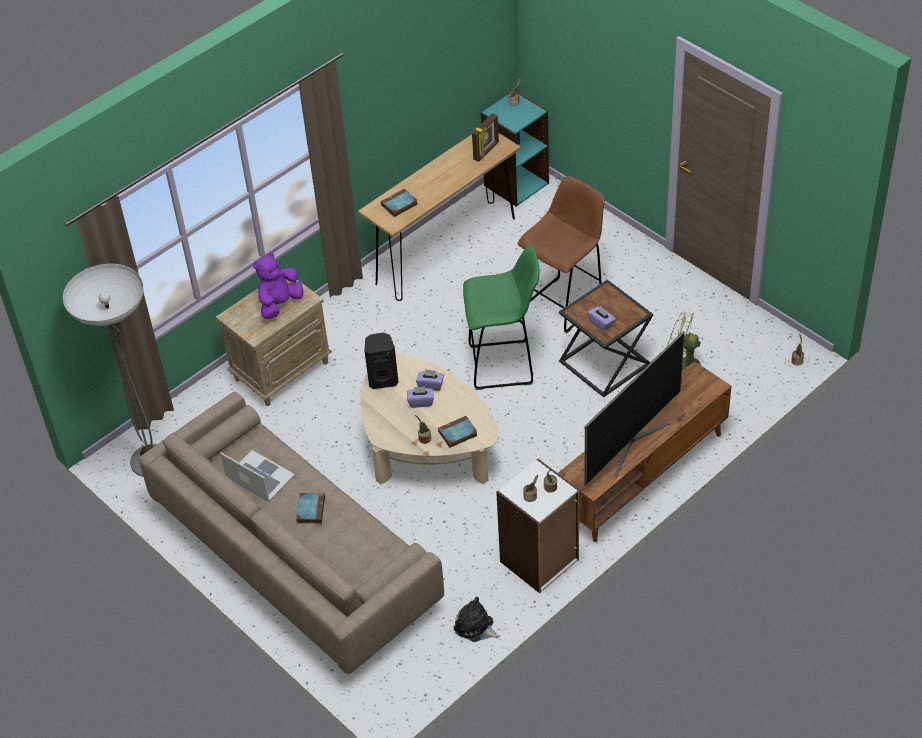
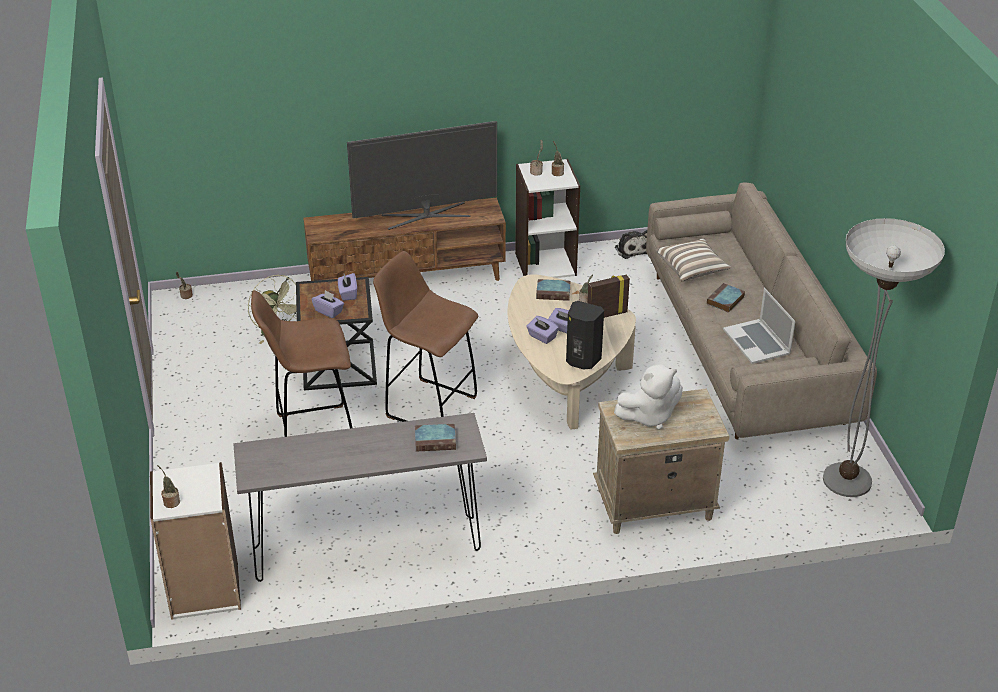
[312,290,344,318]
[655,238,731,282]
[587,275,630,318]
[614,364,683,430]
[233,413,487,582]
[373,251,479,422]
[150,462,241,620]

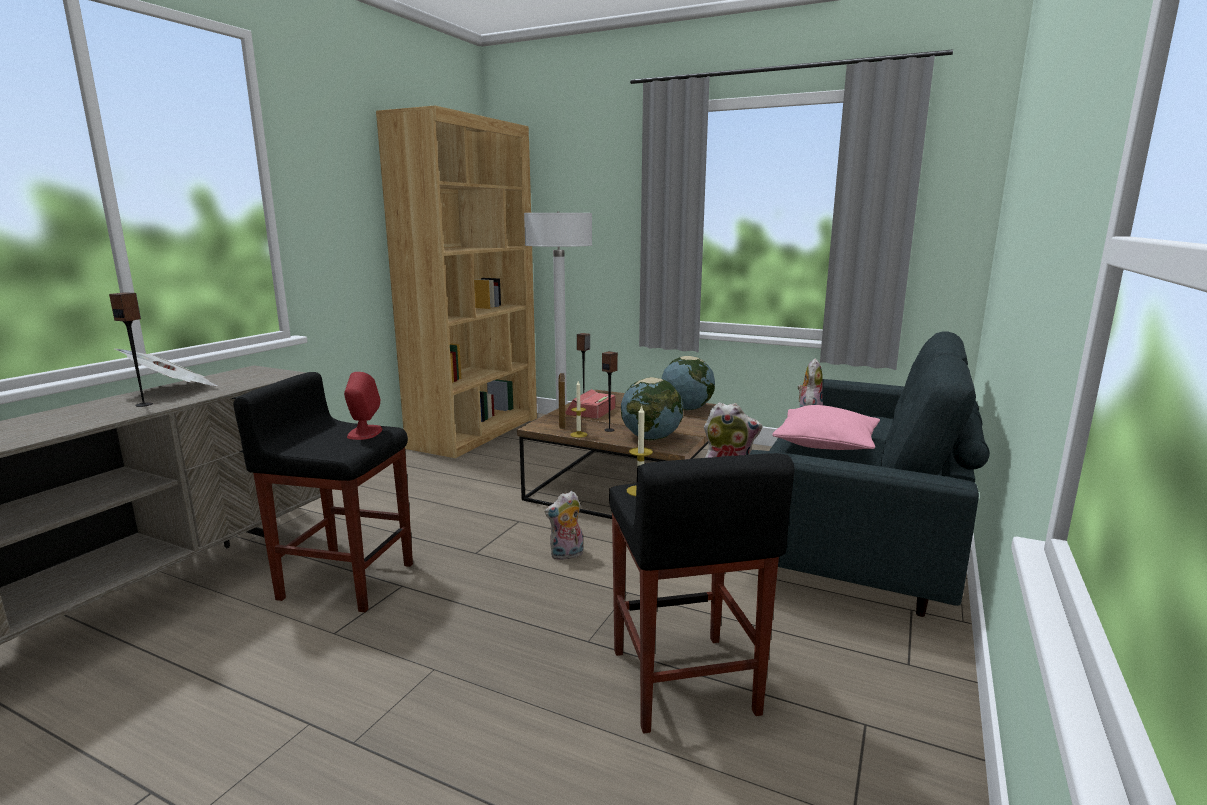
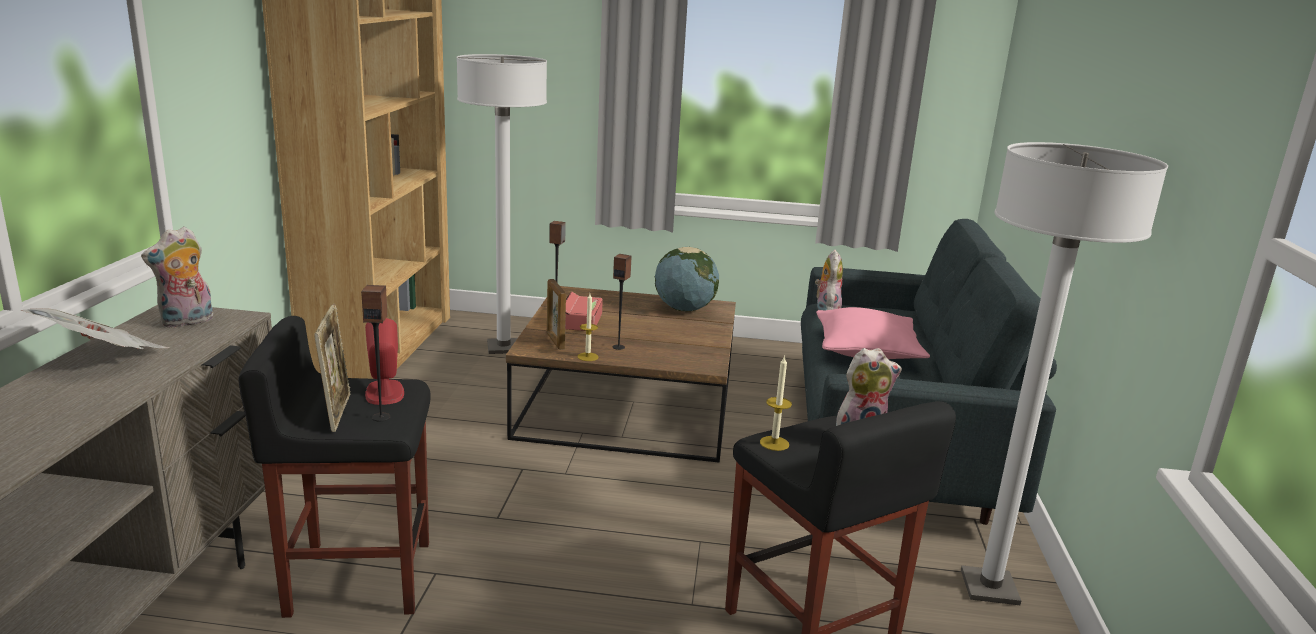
[621,377,683,441] (first image)
[314,304,351,432]
[961,142,1168,605]
[361,285,390,421]
[141,227,213,328]

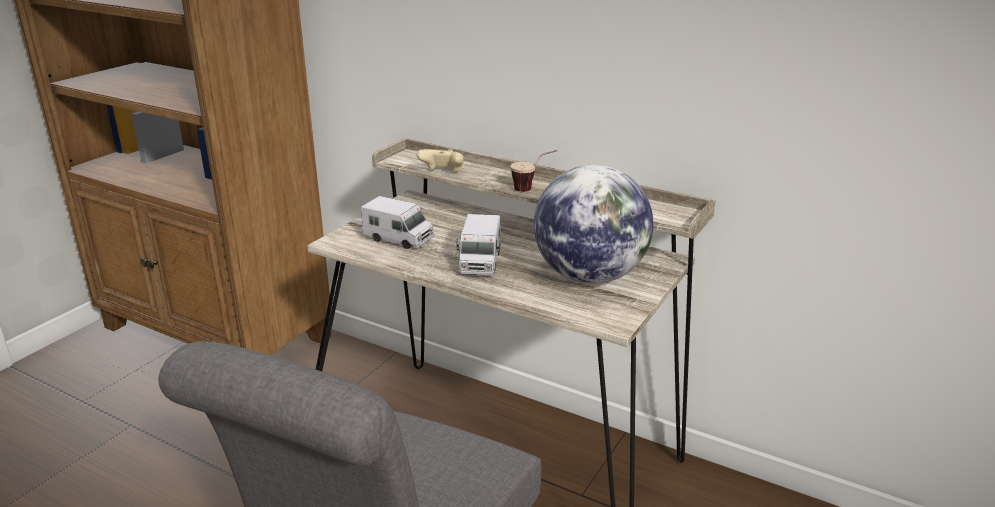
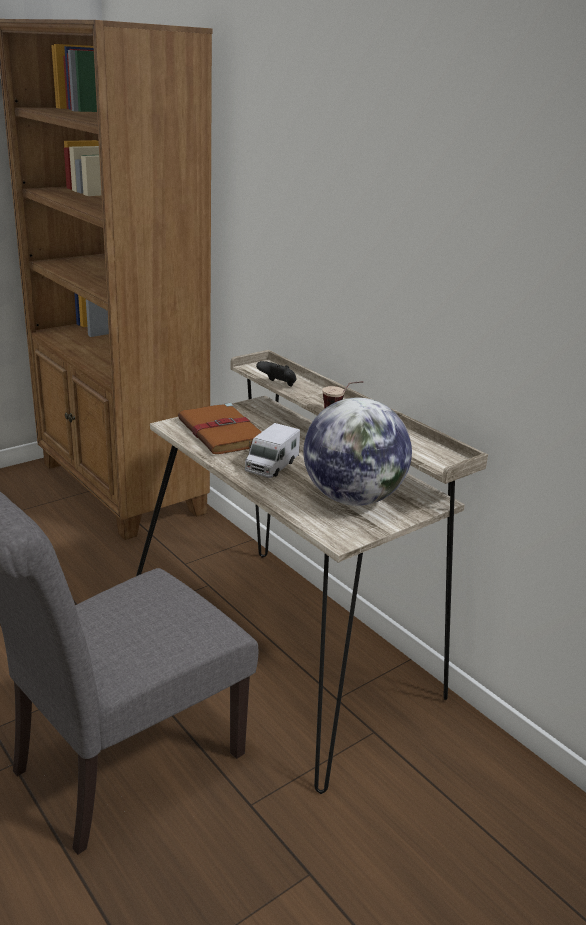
[178,403,261,454]
[256,361,296,387]

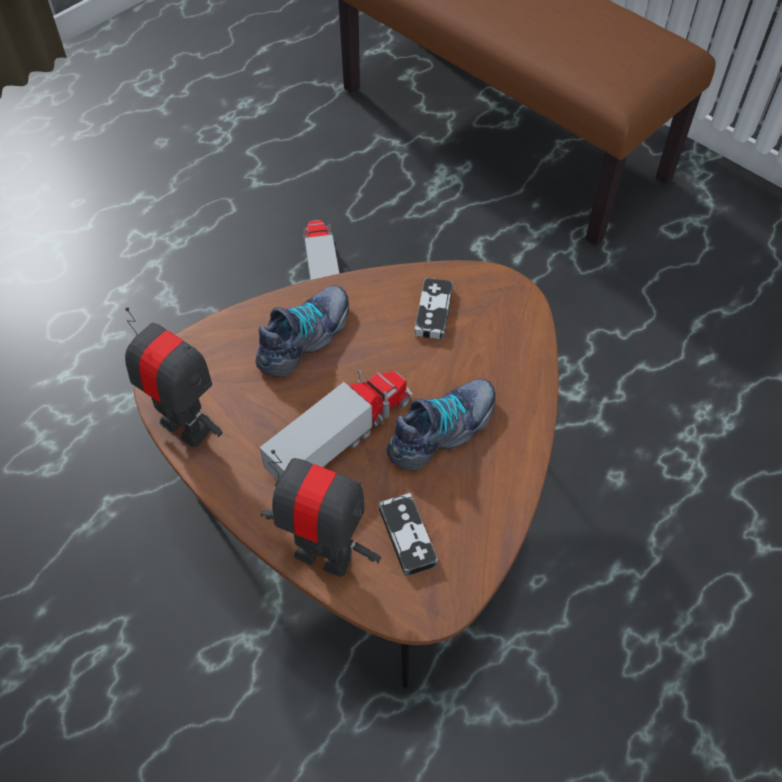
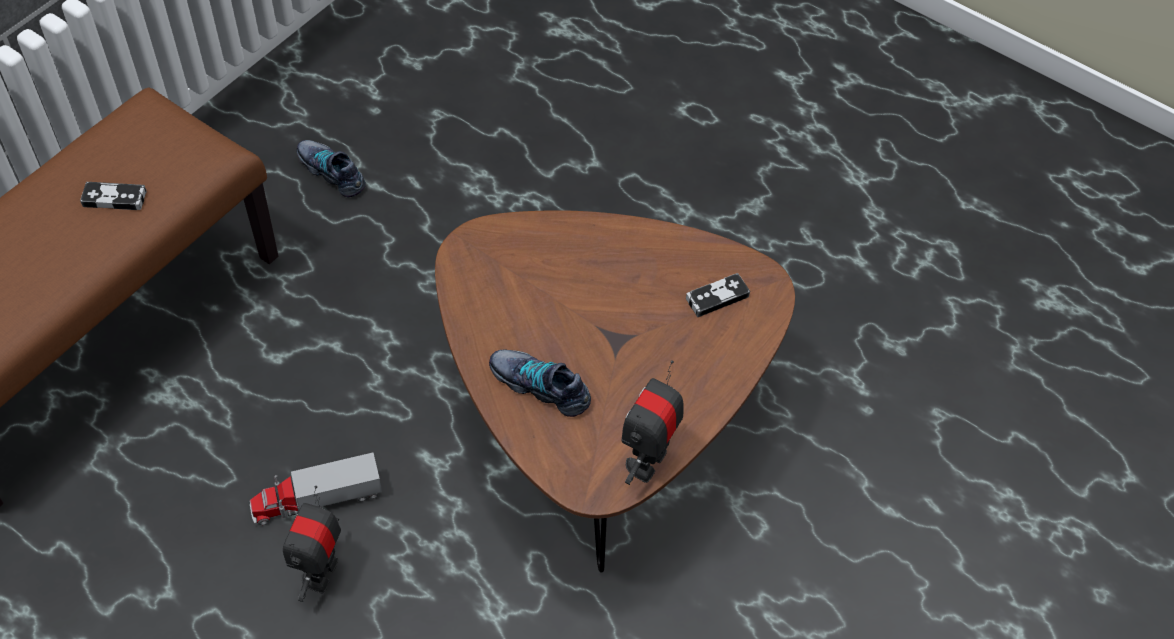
[260,370,412,480] (first image)
[283,486,341,602]
[296,140,366,198]
[80,182,147,210]

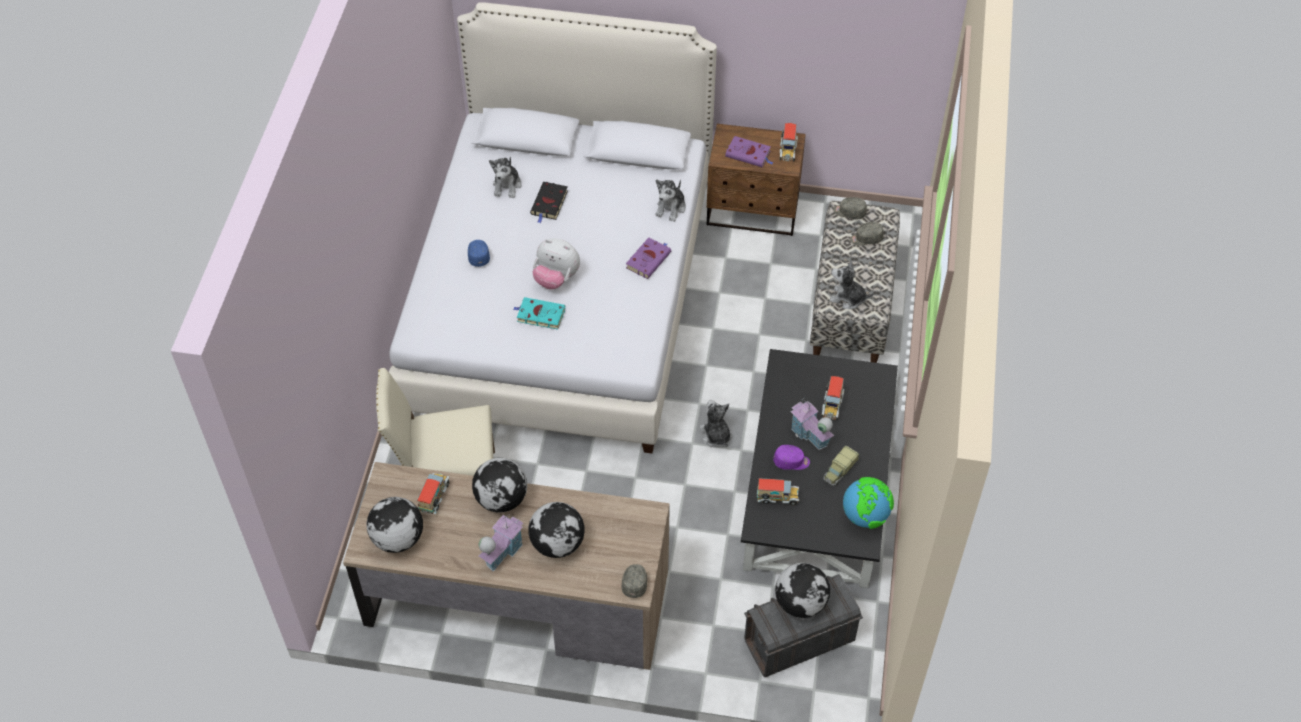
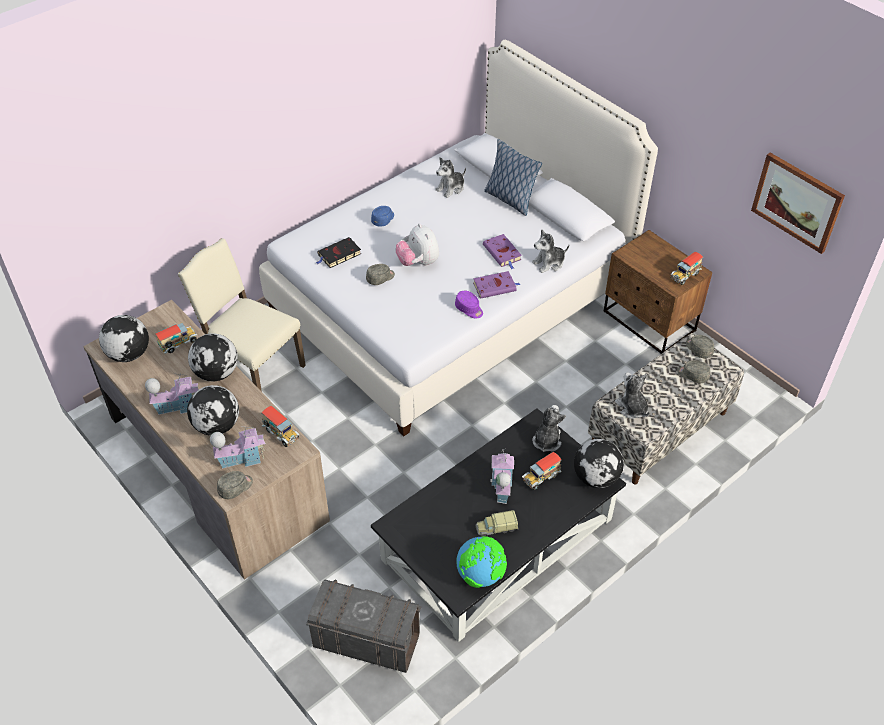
[210,426,265,469]
[484,139,542,216]
[751,153,845,254]
[316,237,361,268]
[533,405,566,452]
[483,234,522,269]
[261,406,300,447]
[455,290,483,318]
[574,439,624,488]
[366,264,395,285]

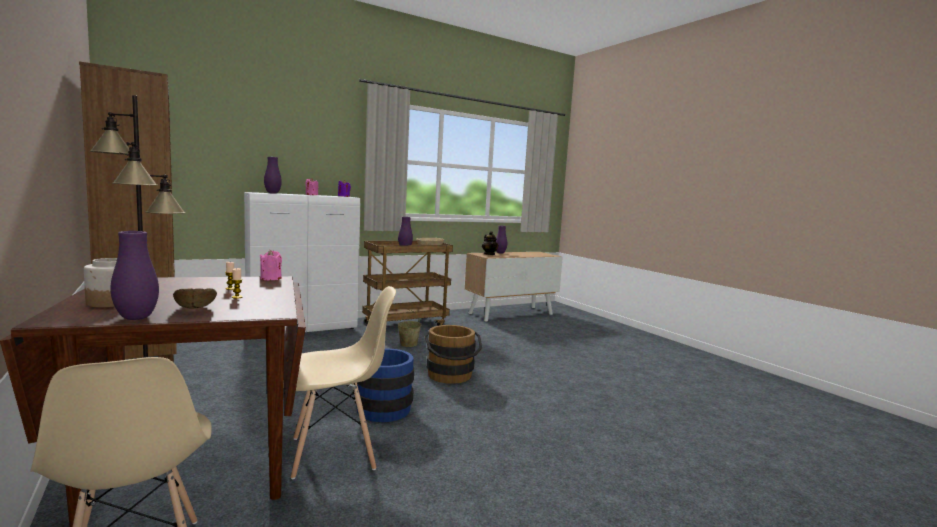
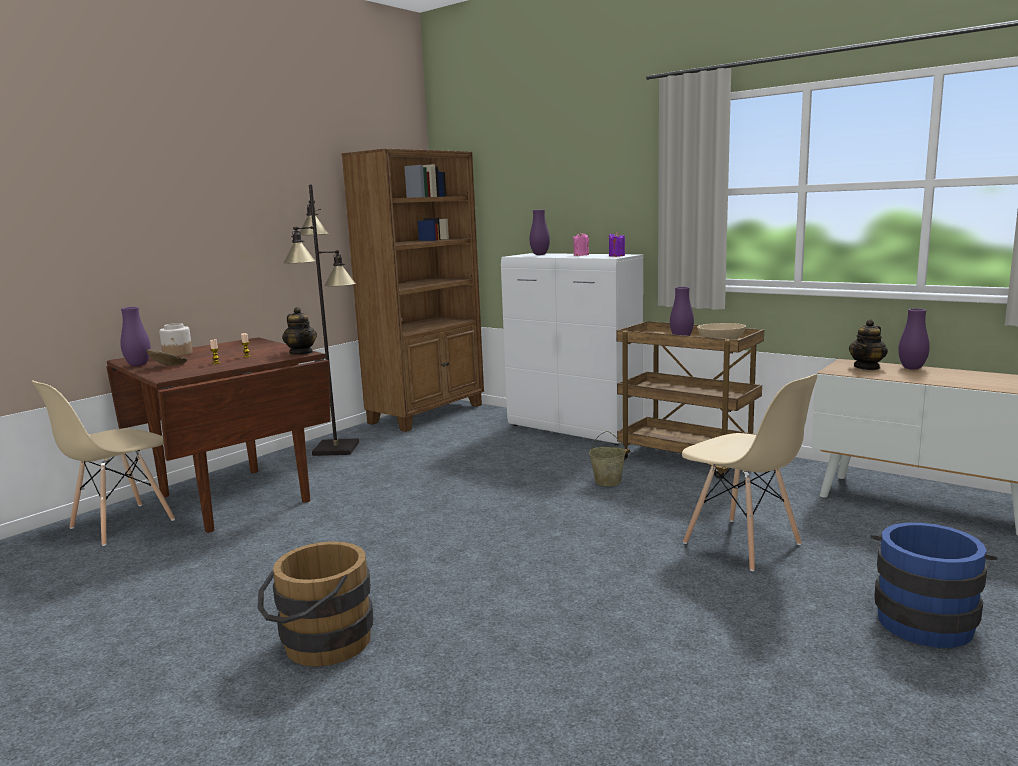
[682,374,817,571]
[870,523,998,648]
[257,541,373,667]
[282,307,317,355]

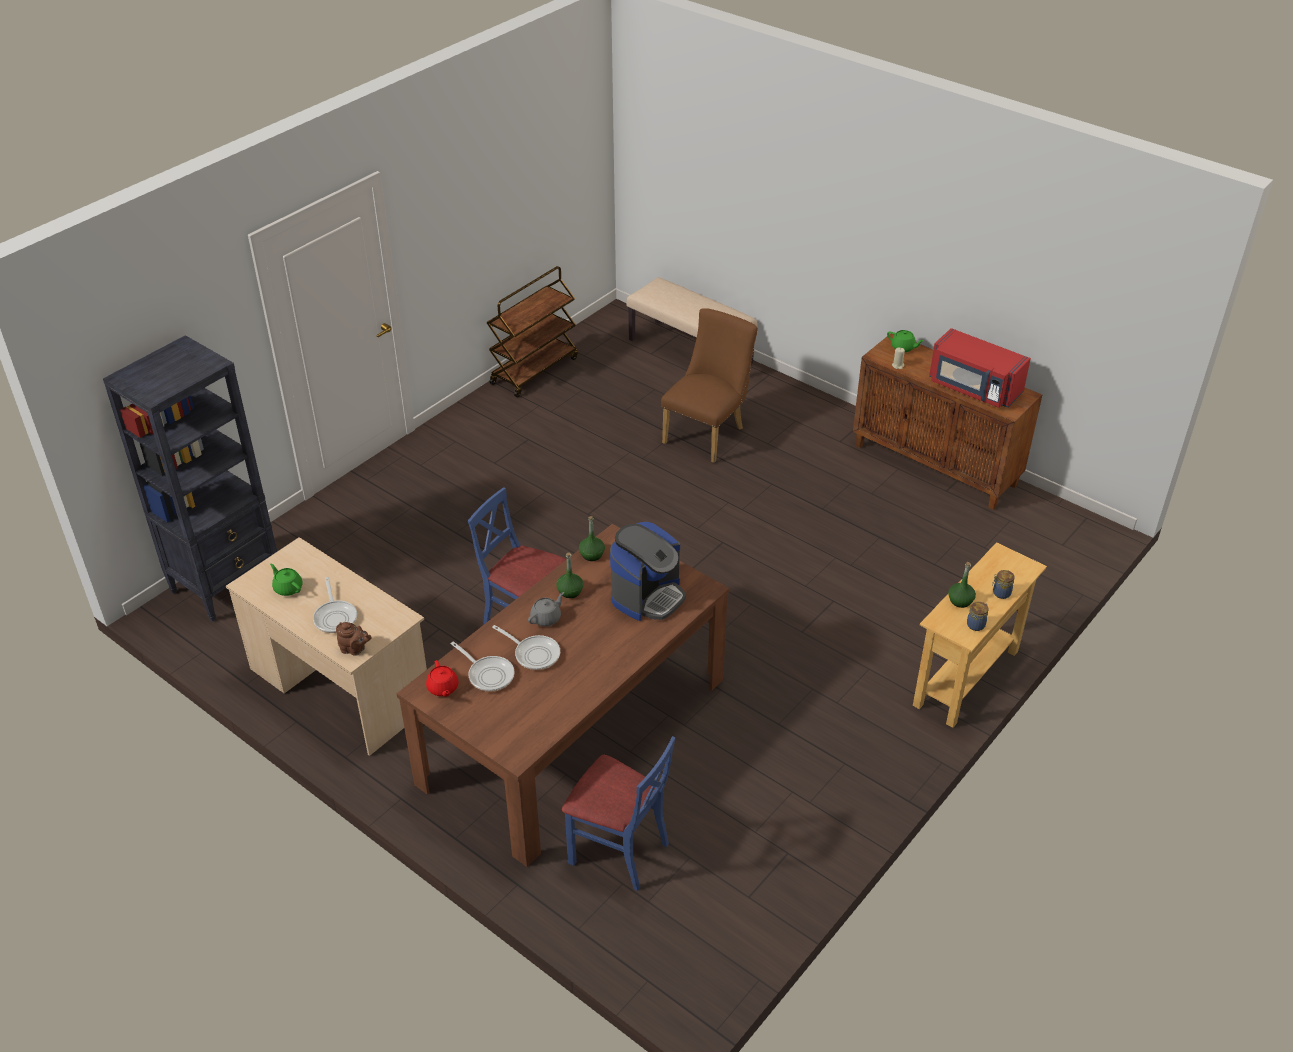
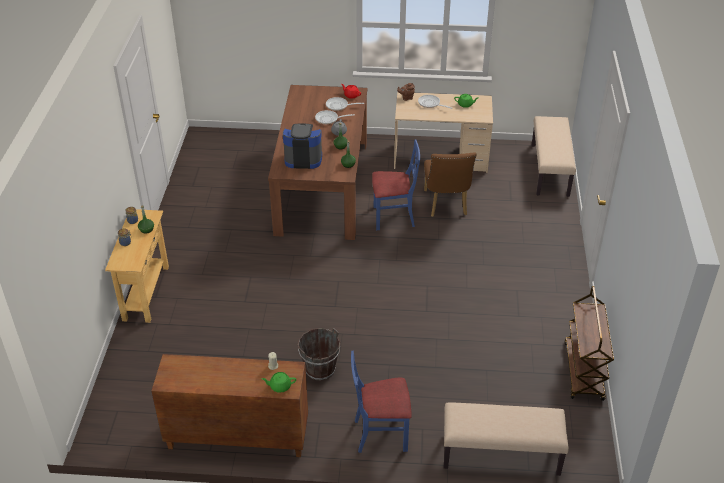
[929,328,1031,408] (first image)
[298,328,340,380]
[351,351,412,453]
[424,152,477,217]
[532,116,576,197]
[283,124,322,169]

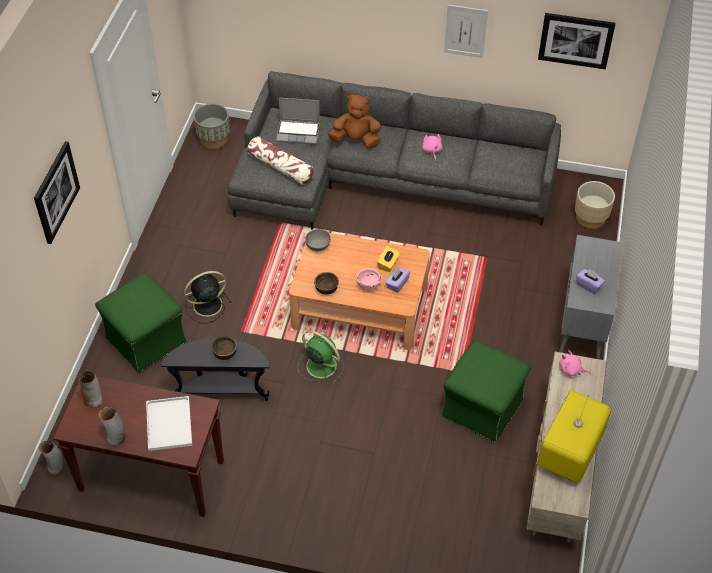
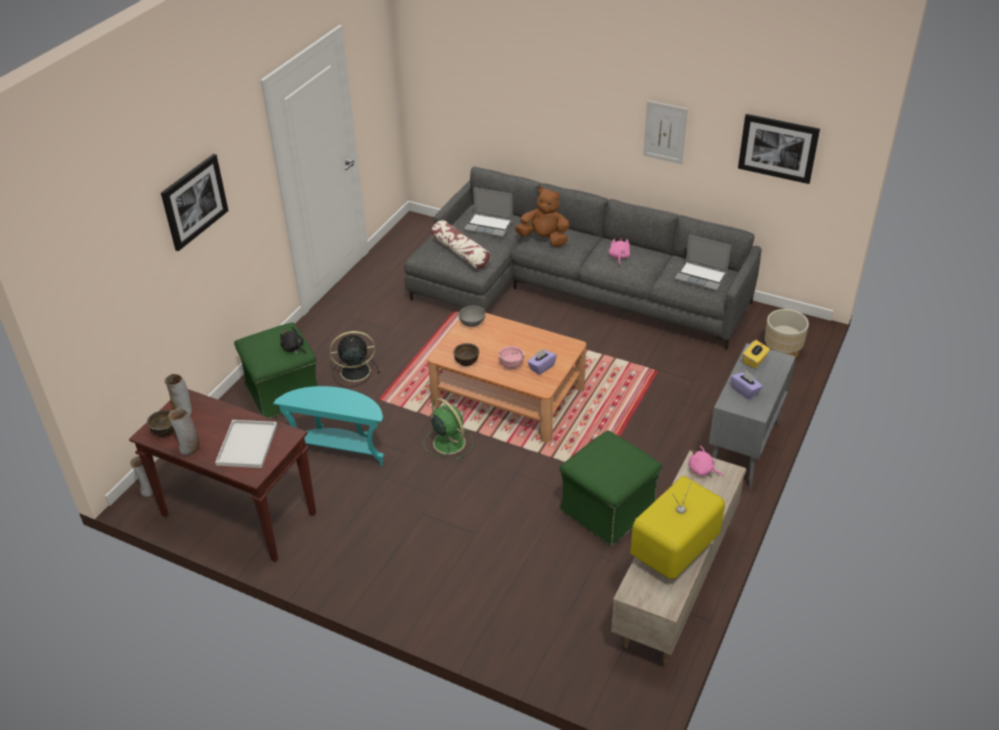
[193,103,230,149] (first image)
[280,327,307,354]
[675,235,731,291]
[147,410,174,437]
[743,340,770,368]
[273,386,384,466]

